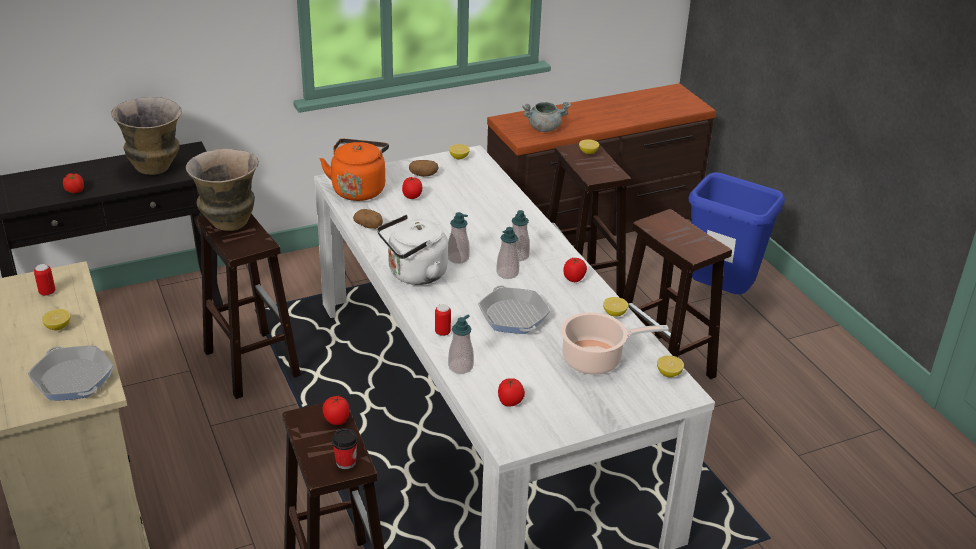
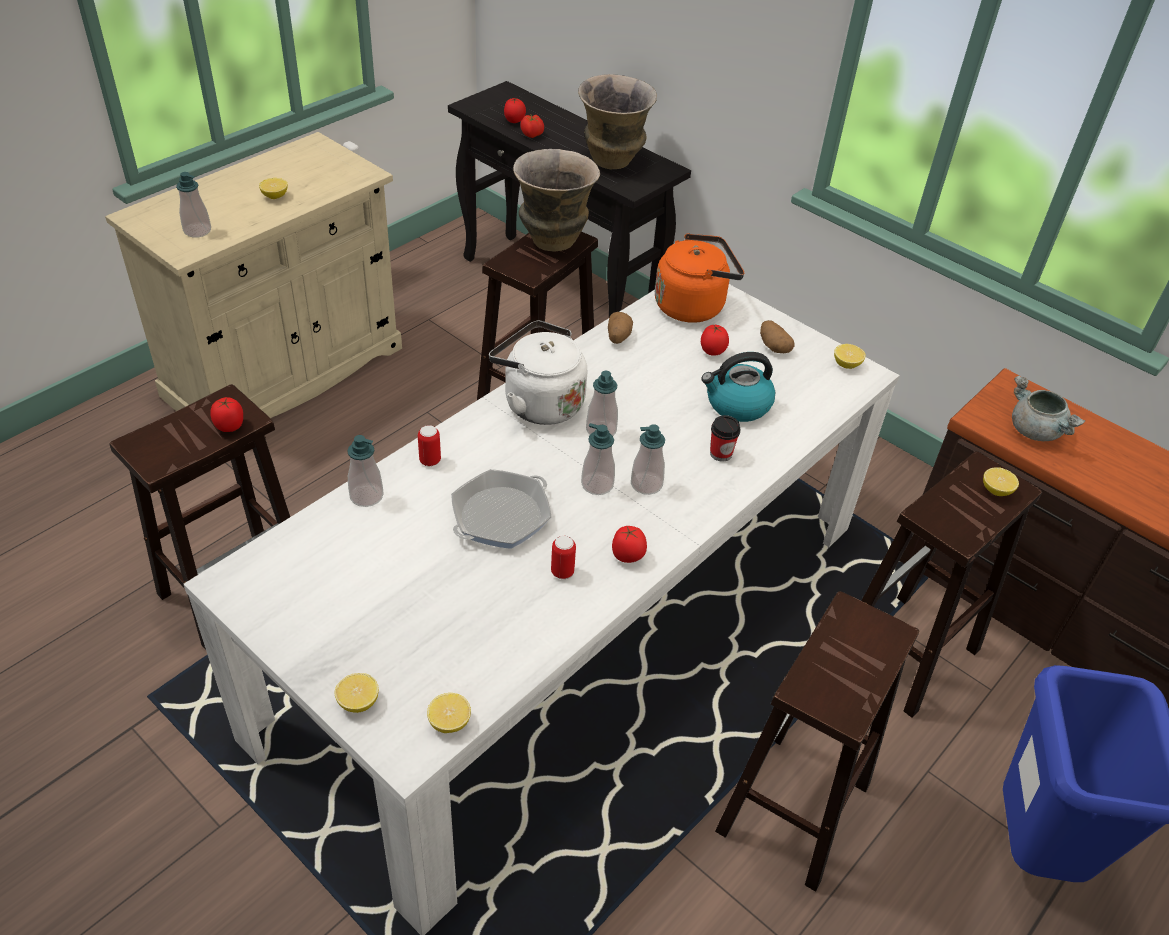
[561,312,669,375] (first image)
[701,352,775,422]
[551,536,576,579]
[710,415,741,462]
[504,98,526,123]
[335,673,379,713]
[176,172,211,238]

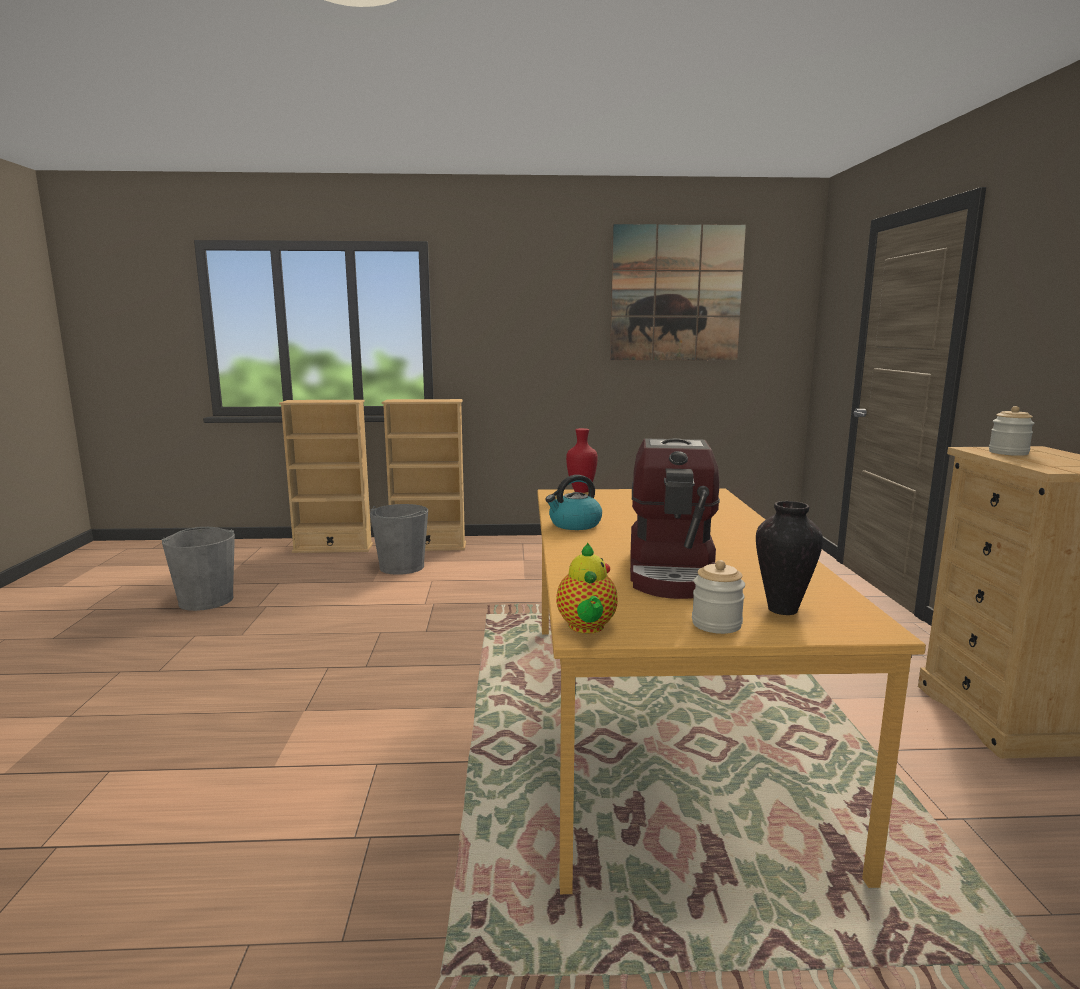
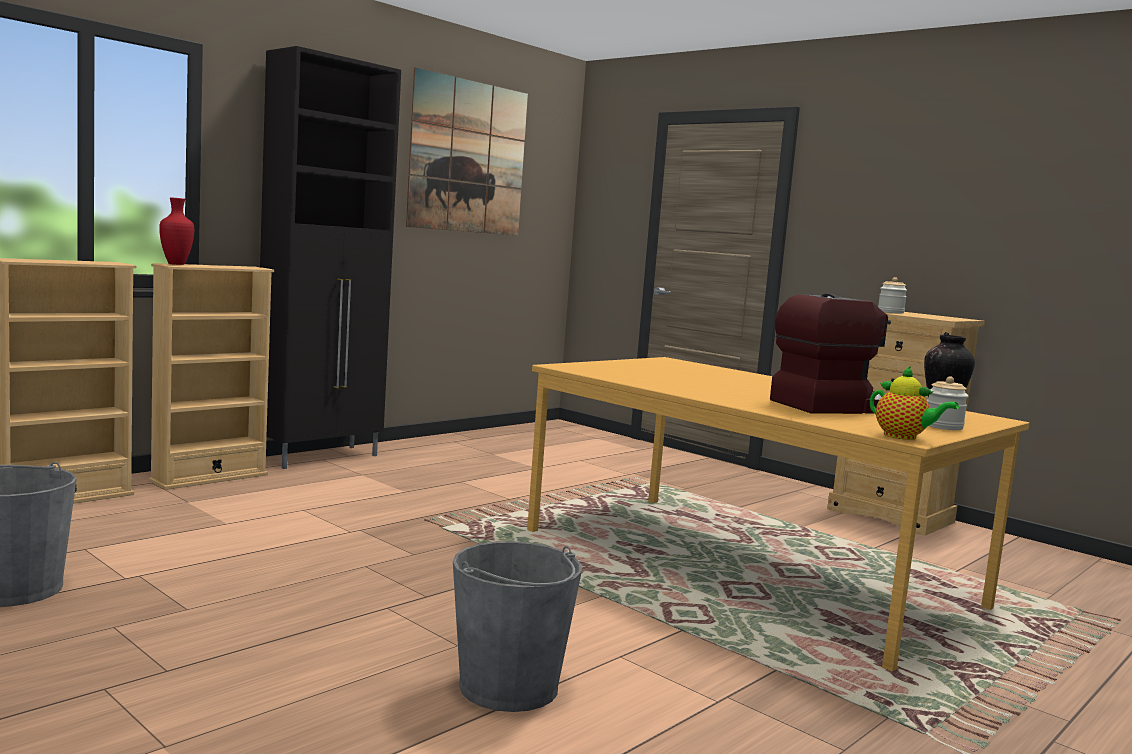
[545,475,602,530] (first image)
[260,46,401,469]
[453,541,582,712]
[159,198,194,265]
[770,294,891,414]

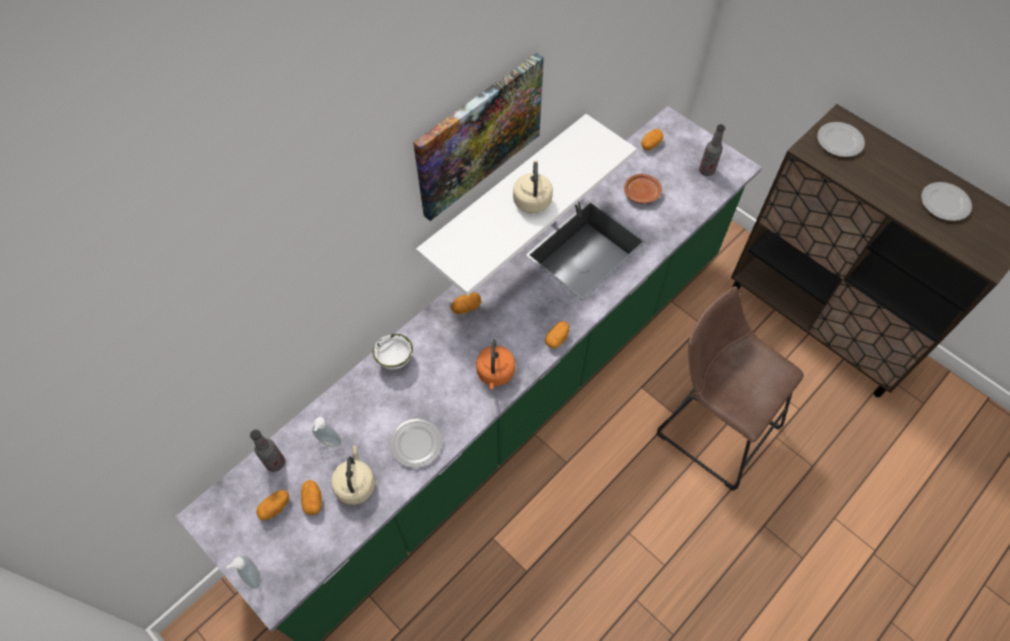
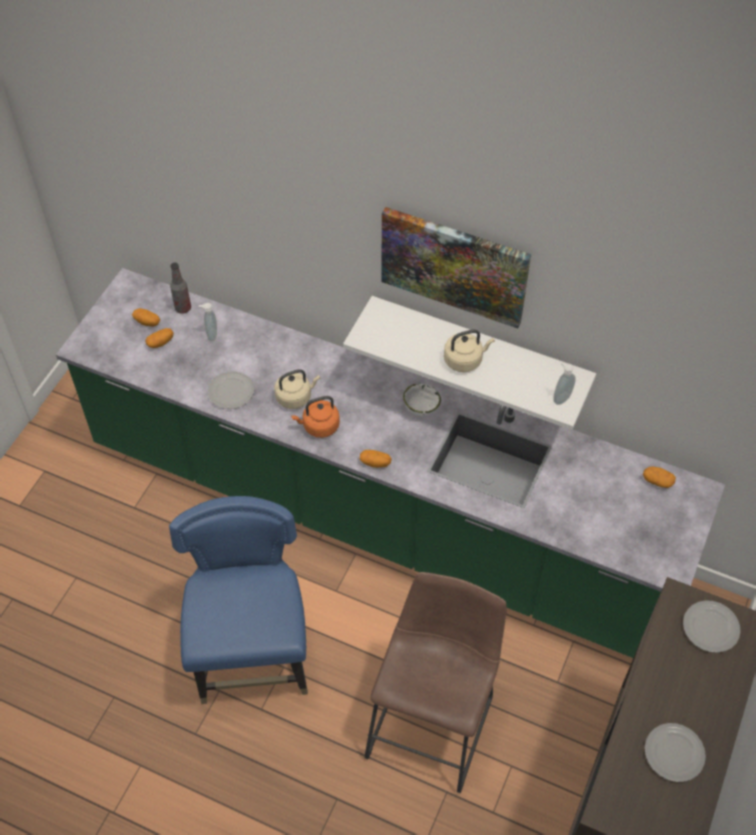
[451,293,481,314] (first image)
[624,174,662,204] (first image)
[699,124,725,176] (first image)
[169,496,308,704]
[553,361,575,405]
[274,369,320,409]
[403,384,441,416]

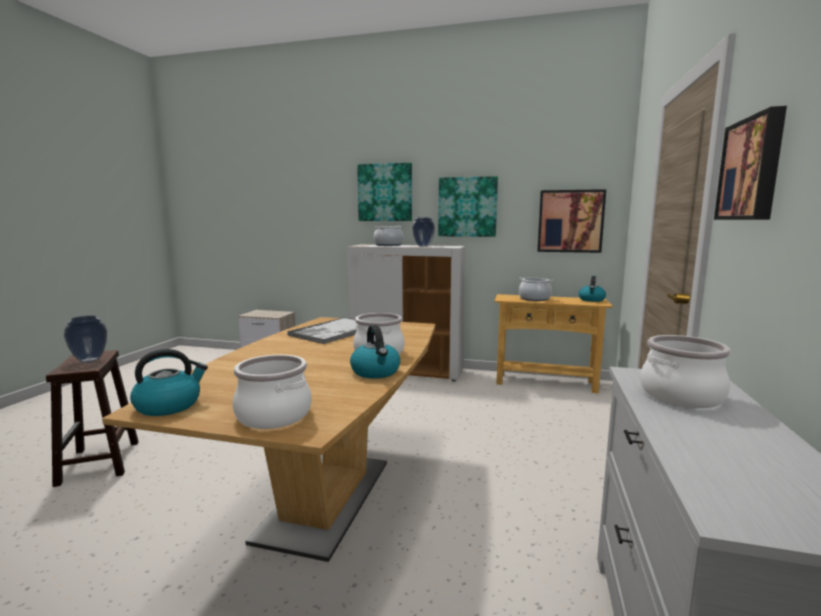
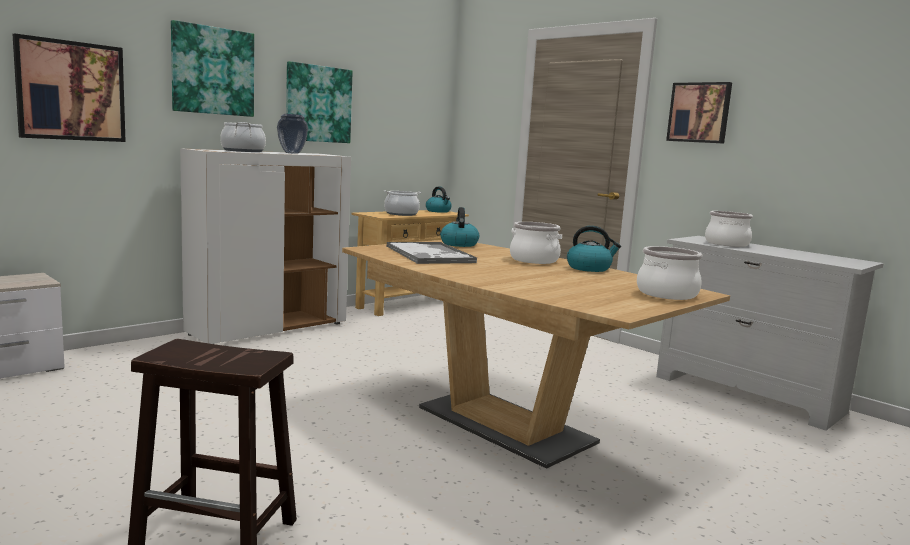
[64,316,107,363] (first image)
[440,207,479,247]
[12,33,126,142]

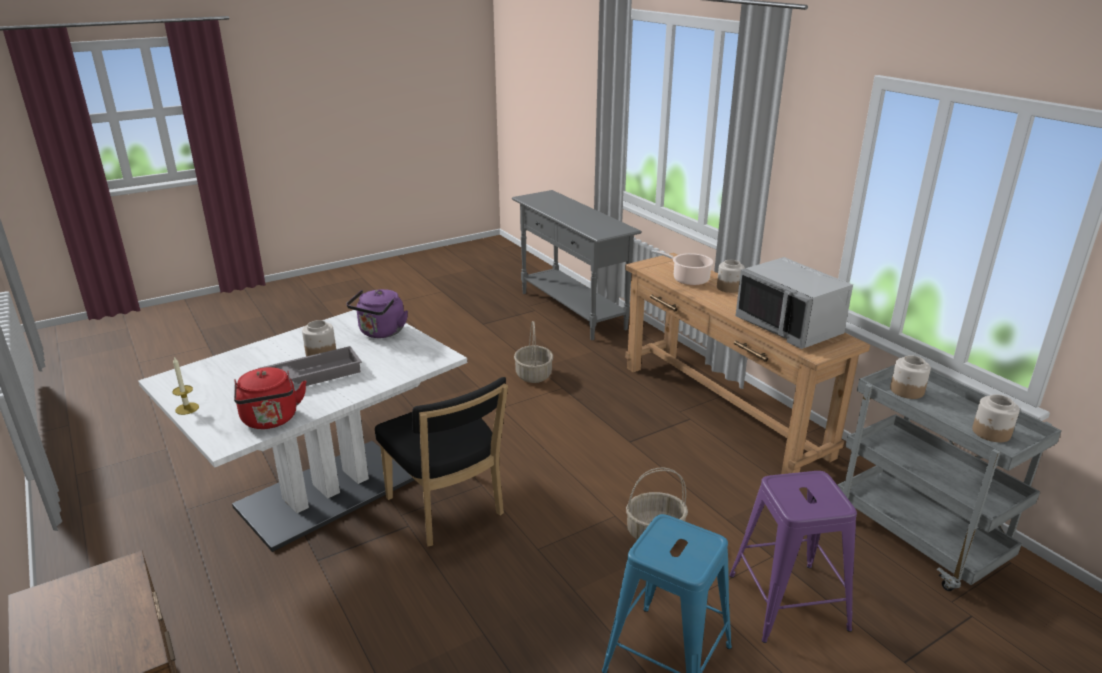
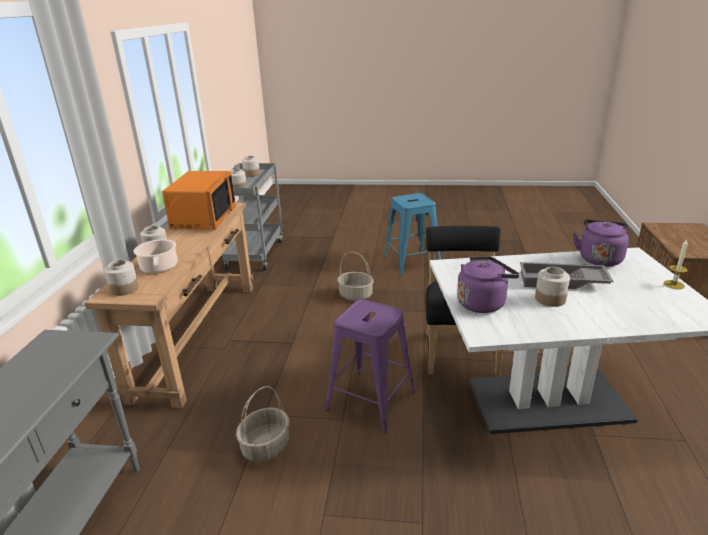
[104,259,139,296]
[326,299,415,433]
[573,220,629,267]
[162,171,236,230]

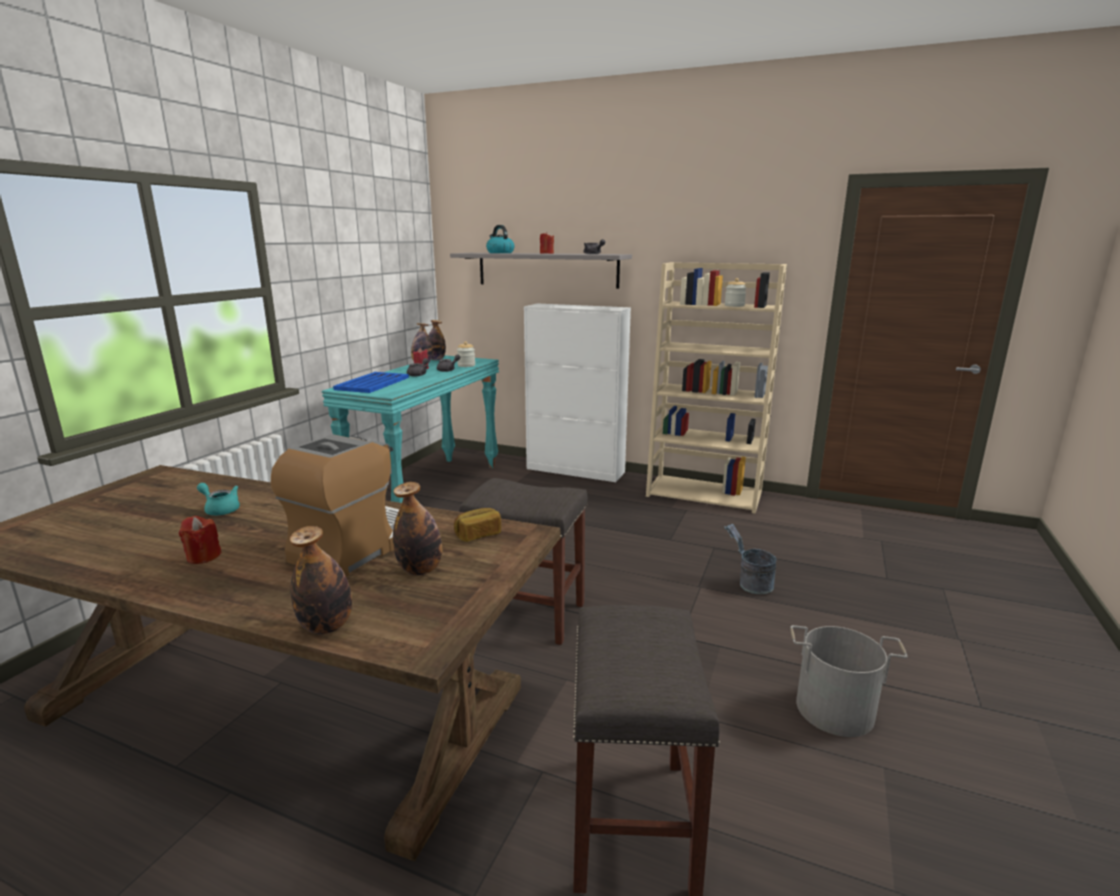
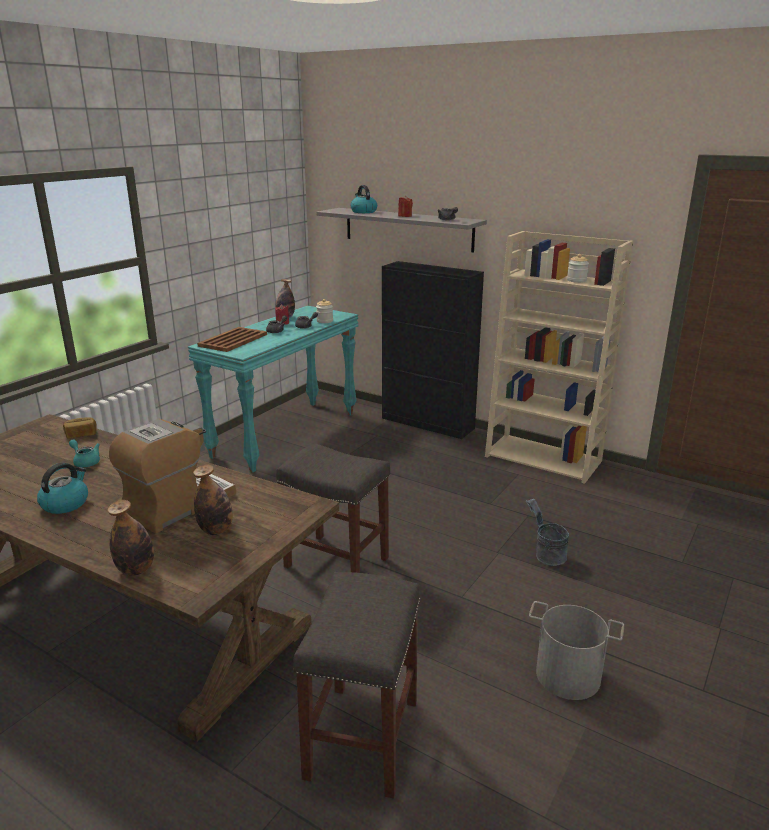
[428,320,446,360] (first image)
[63,417,97,439]
[37,463,88,514]
[197,327,267,352]
[382,261,484,439]

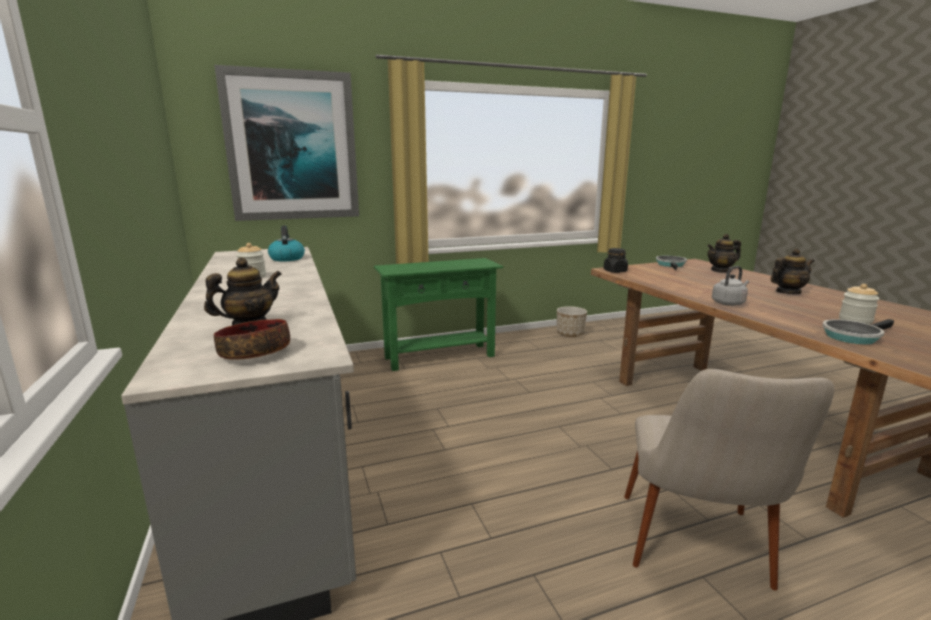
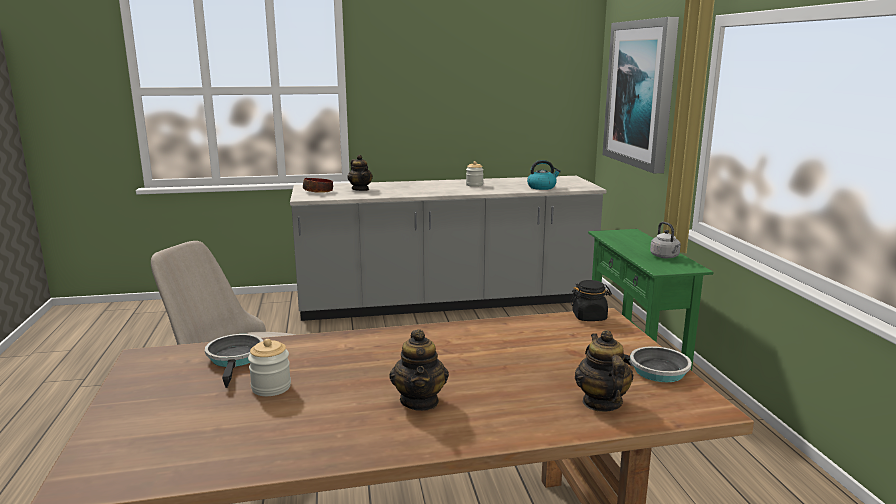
[557,306,587,337] (first image)
[650,222,681,258]

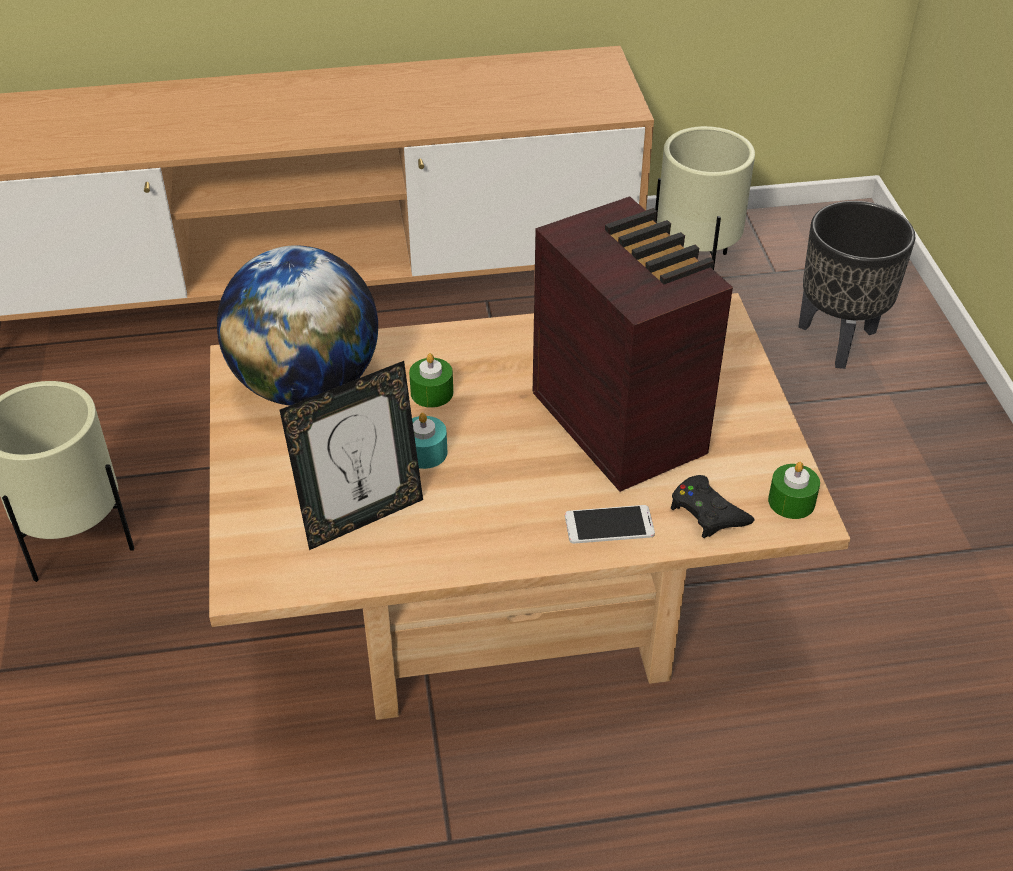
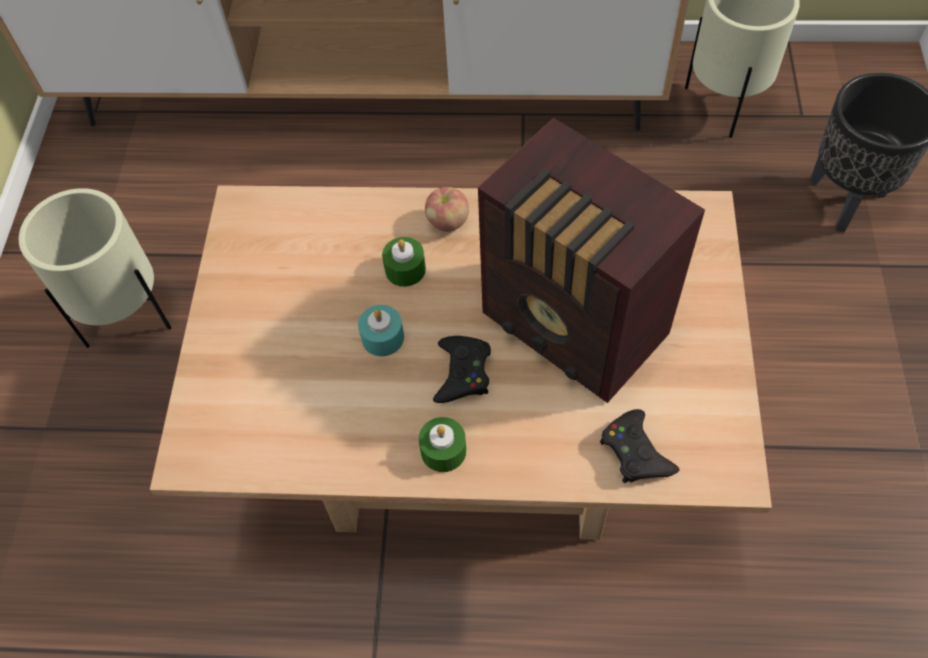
[217,245,378,406] (first image)
[280,361,423,550] (first image)
[565,505,655,544] (first image)
[425,187,469,232]
[433,336,491,403]
[419,417,467,472]
[477,118,705,403]

